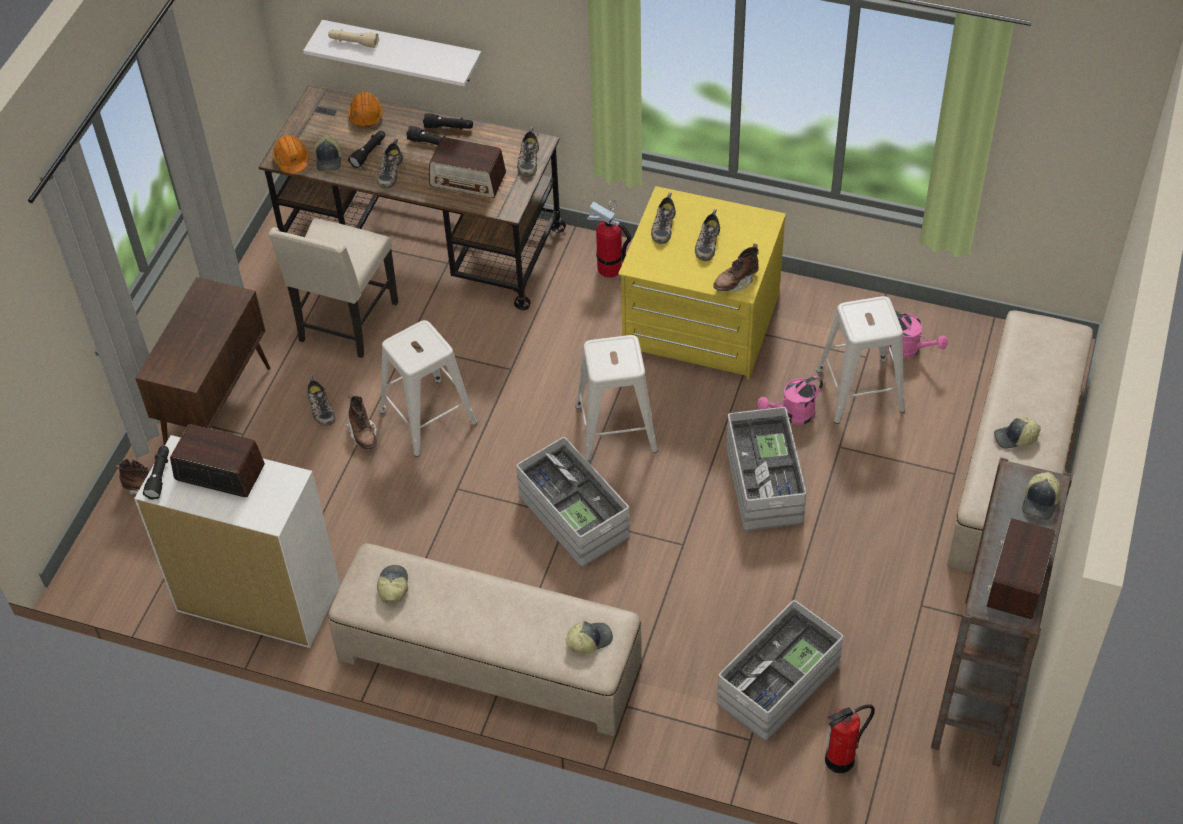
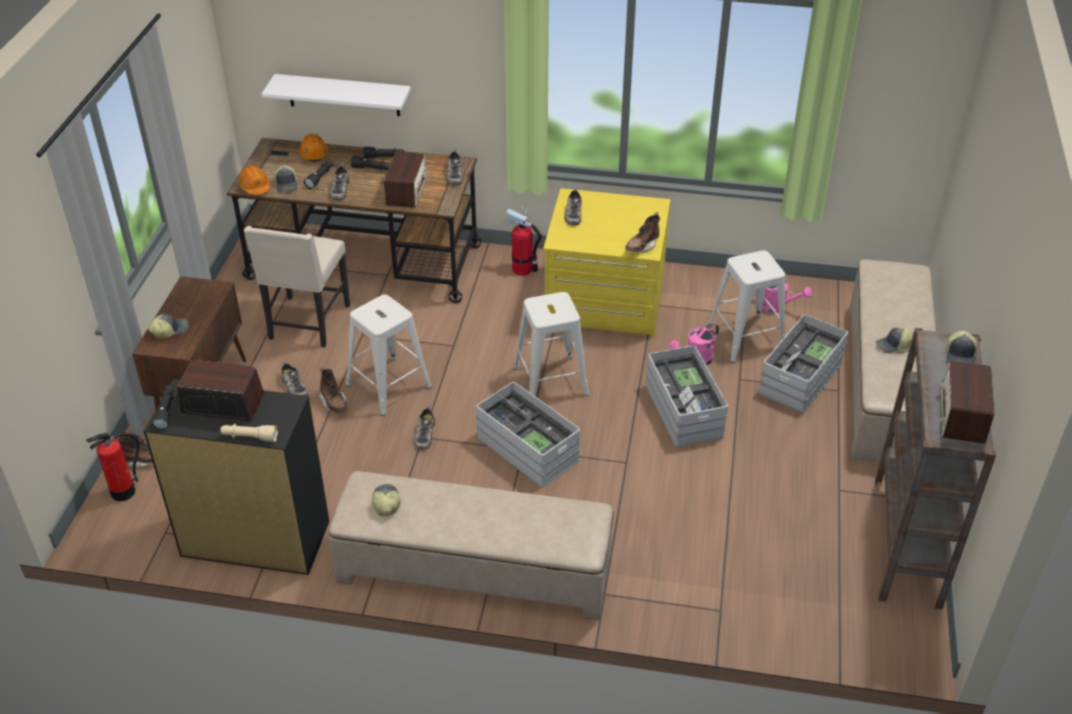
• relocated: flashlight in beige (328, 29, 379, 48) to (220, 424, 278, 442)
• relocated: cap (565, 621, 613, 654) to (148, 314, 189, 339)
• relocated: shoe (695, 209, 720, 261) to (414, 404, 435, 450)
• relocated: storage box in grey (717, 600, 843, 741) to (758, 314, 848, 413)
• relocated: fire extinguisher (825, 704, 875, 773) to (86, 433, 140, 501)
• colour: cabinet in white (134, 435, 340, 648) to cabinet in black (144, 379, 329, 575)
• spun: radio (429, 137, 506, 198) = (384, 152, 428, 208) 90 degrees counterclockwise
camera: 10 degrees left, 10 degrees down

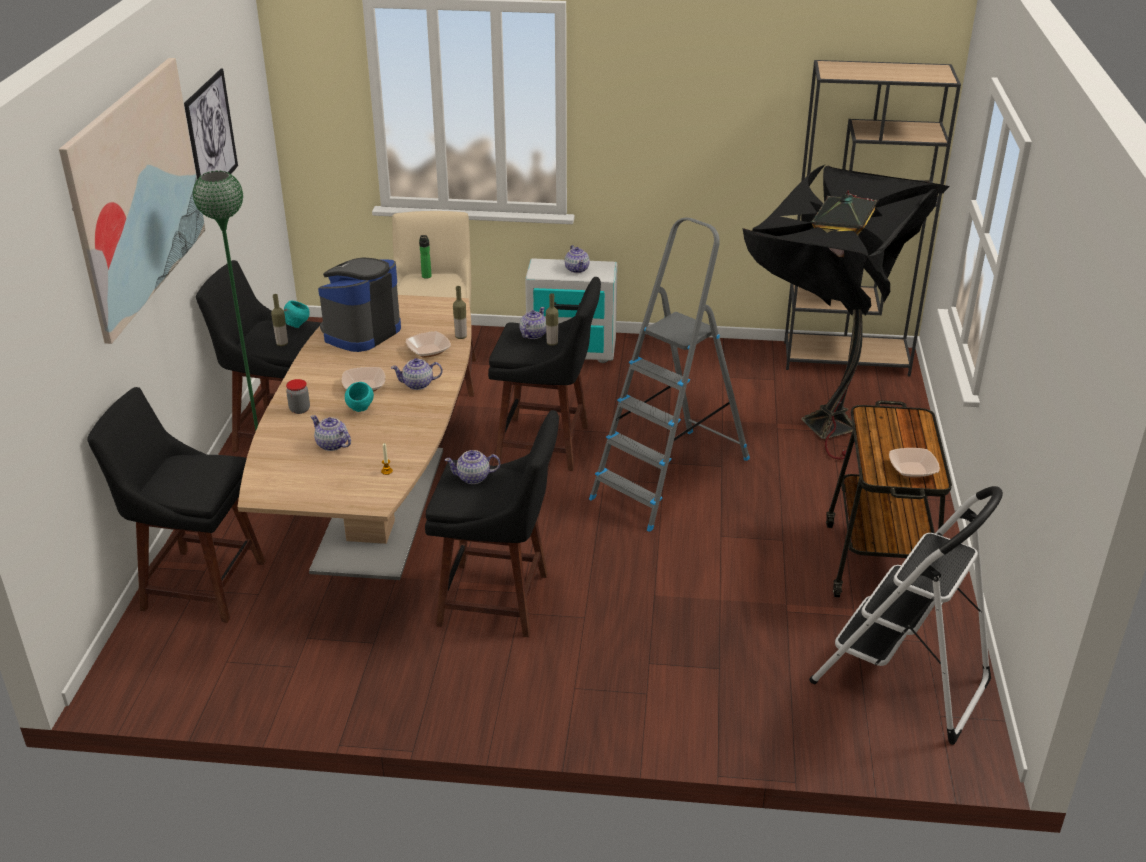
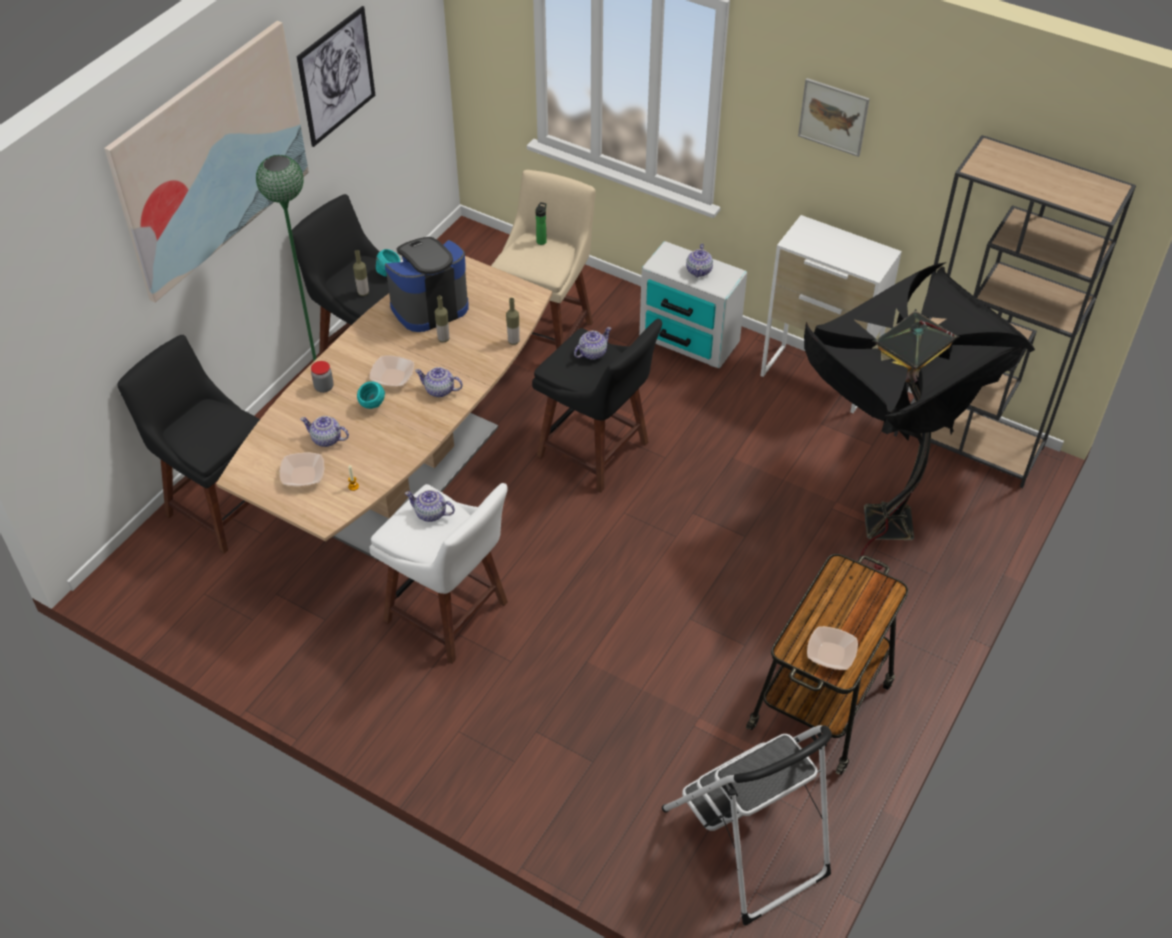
• missing: step ladder in grey (589, 218, 750, 532)
• appeared: cabinet in white (760, 215, 902, 413)
• appeared: picture (798, 78, 870, 157)
• relocated: bowl (406, 331, 451, 358) to (280, 453, 324, 486)
• relocated: bottle (546, 293, 558, 346) to (435, 295, 449, 342)
• colour: stool in black (425, 410, 559, 637) to stool in white (369, 483, 508, 664)
• spun: teapot (311, 415, 351, 451) = (300, 416, 349, 447) 45 degrees counterclockwise
camera: 25 degrees right, 15 degrees up

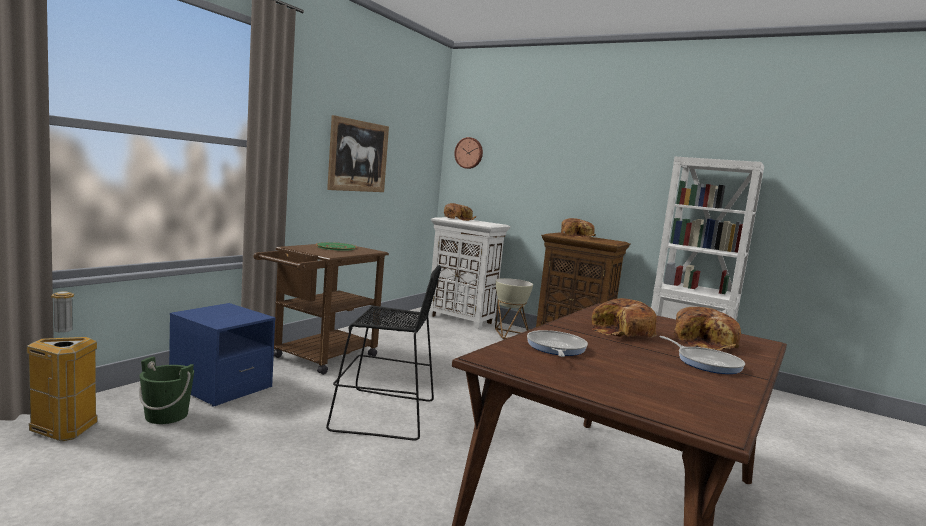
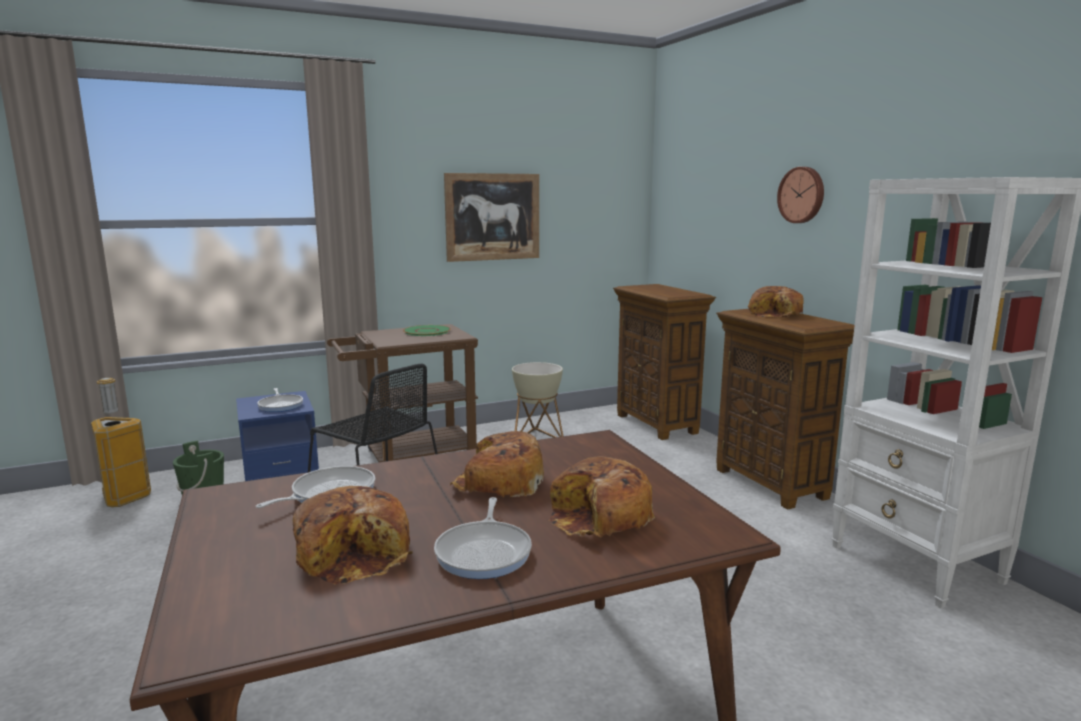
• appeared: frying pan (257, 388, 303, 412)
• relocated: bread (444, 203, 476, 221) to (293, 486, 413, 585)
• relocated: wall clock (454, 137, 483, 169) to (777, 167, 824, 223)
• relocated: planter (495, 278, 533, 339) to (512, 362, 563, 438)
• colour: cabinet in white (428, 217, 511, 329) to cabinet in brown (613, 284, 716, 440)
camera: 35 degrees right, 5 degrees up

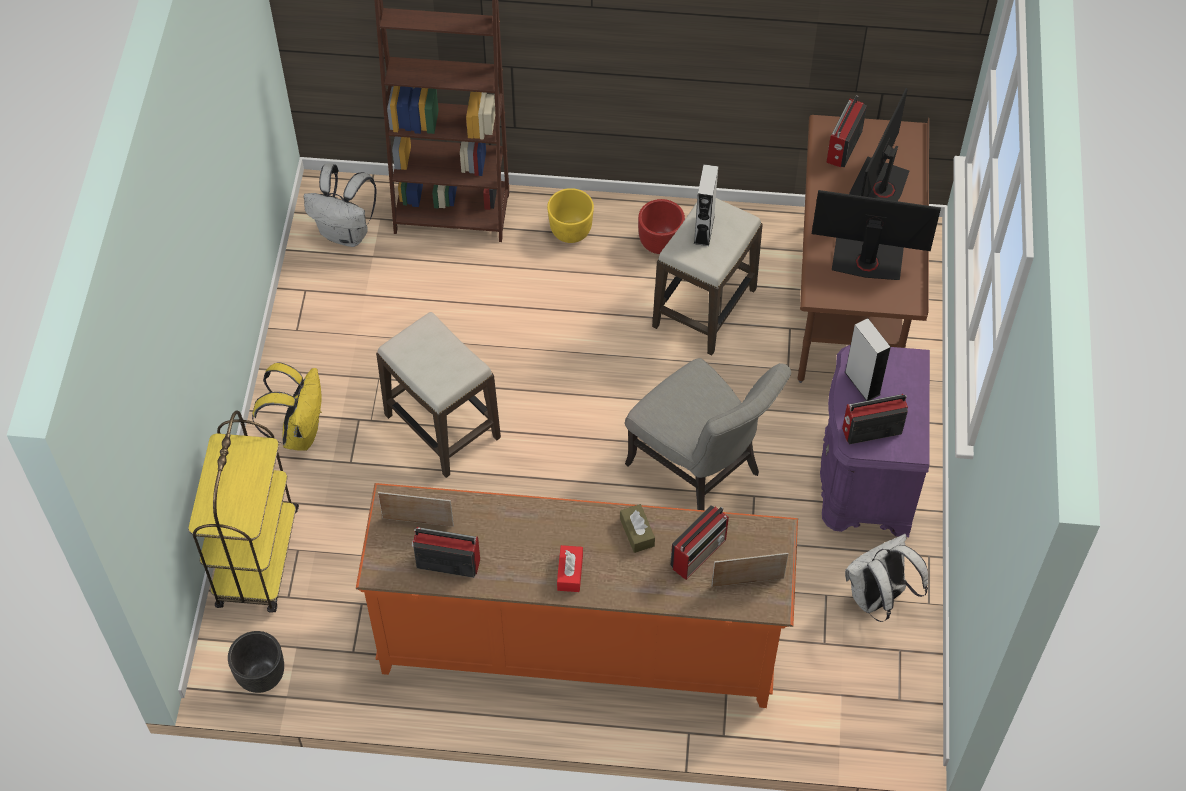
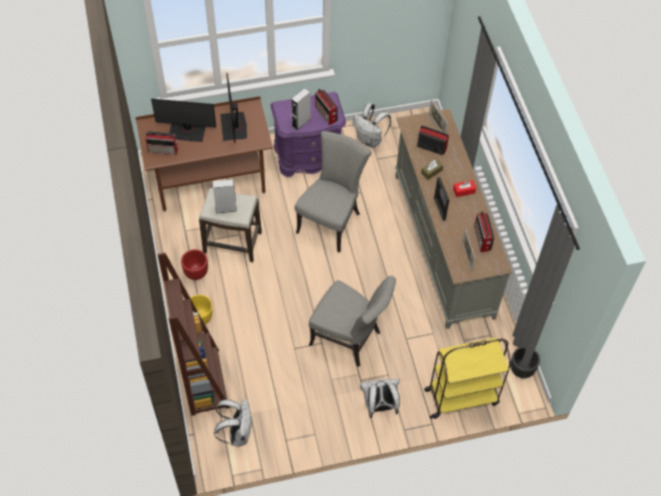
• appeared: picture frame (434, 177, 449, 221)
• exchanged: stool (376, 312, 501, 478) to chair in grey (309, 276, 396, 367)
• colour: backpack in yellow (252, 362, 322, 451) to backpack in white (360, 379, 400, 418)
• colour: cabinet in orange (356, 483, 798, 708) to cabinet in grey (395, 109, 512, 329)
camera: 110 degrees left, 0 degrees up

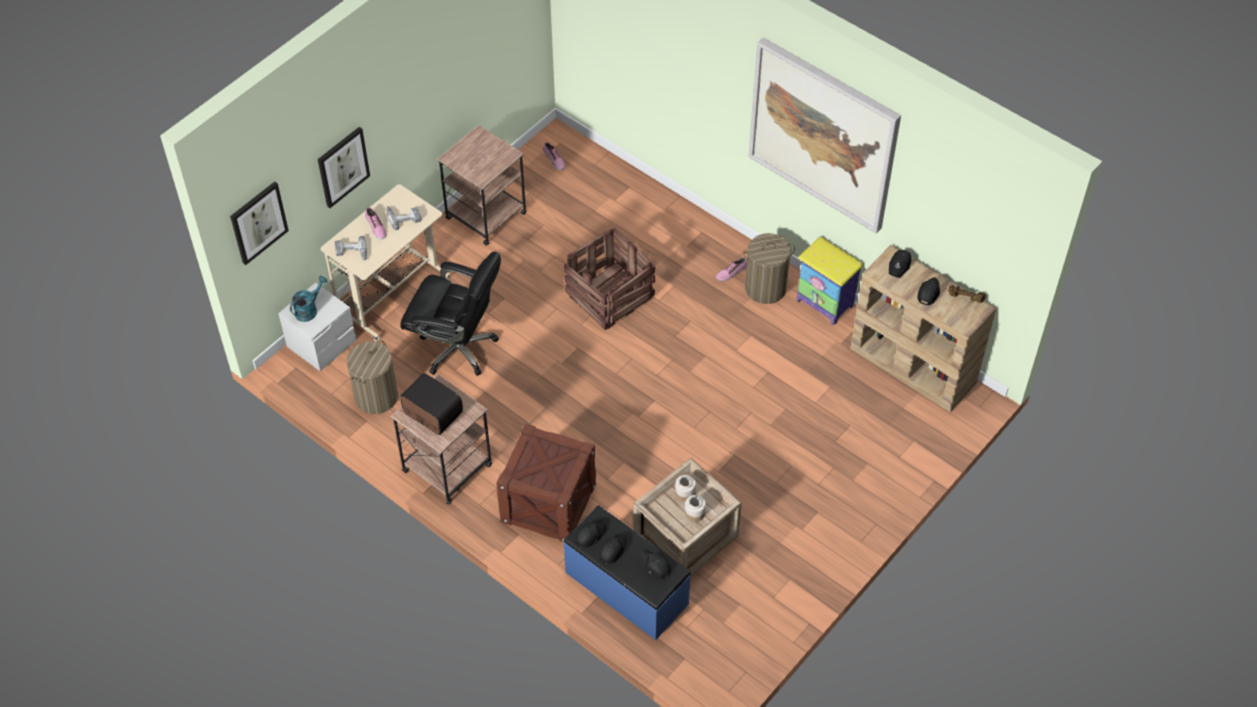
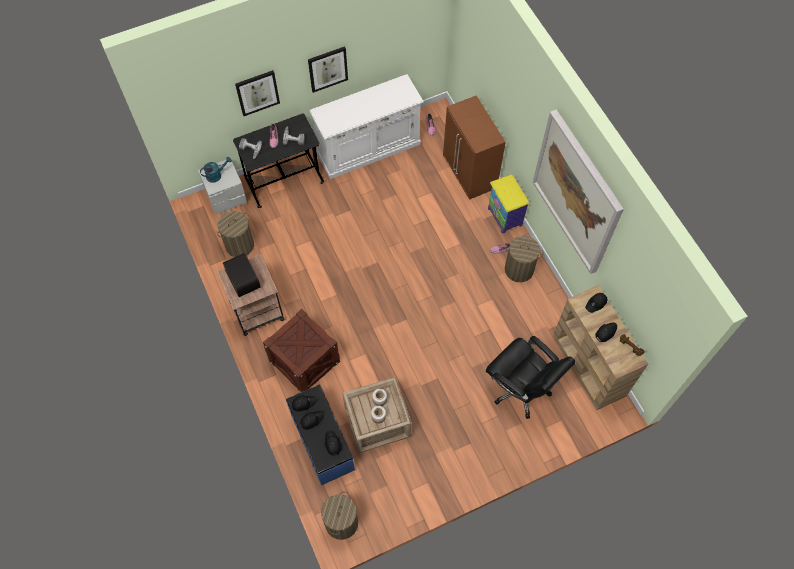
• missing: crate (564, 228, 656, 330)
• appeared: laundry basket (321, 492, 358, 540)
• appeared: cabinet in brown (443, 96, 506, 200)
• relocated: picture (230, 182, 289, 265) to (308, 46, 348, 93)
• relocated: office chair in black (400, 252, 501, 376) to (486, 336, 575, 419)
• relocated: nightstand (796, 237, 863, 325) to (488, 174, 529, 233)
• exchanged: cart in brown (437, 125, 527, 246) to cabinet in white (309, 74, 424, 179)
• colour: desk in beige (321, 184, 450, 341) to desk in black (233, 113, 324, 208)
camera: 25 degrees right, 10 degrees up

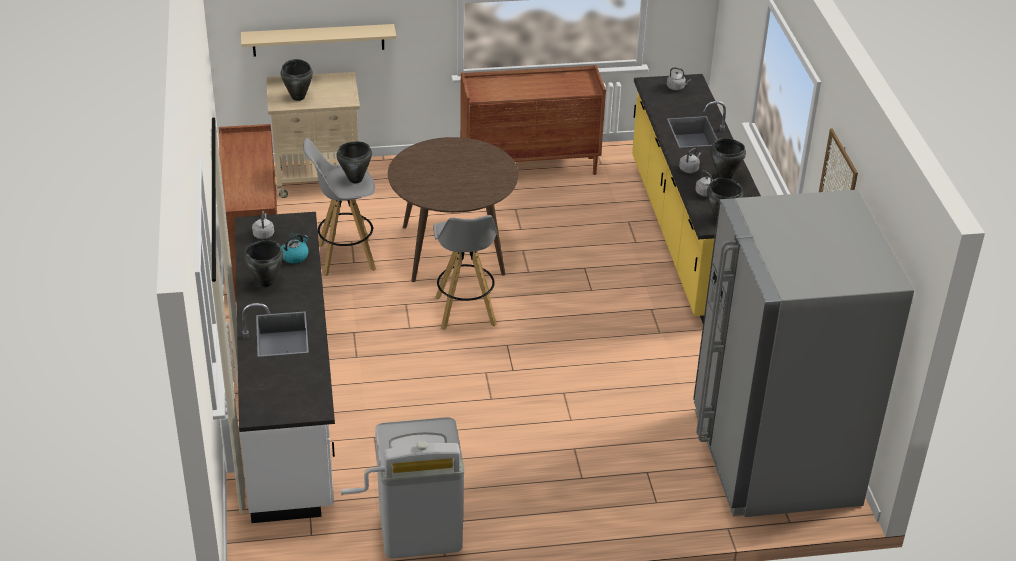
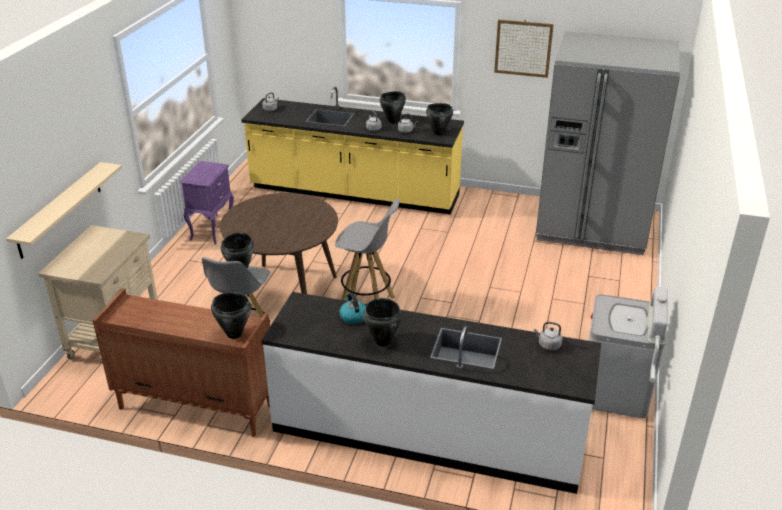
• relocated: kettle in grey (252, 211, 274, 239) to (534, 322, 562, 350)
• relocated: cooking pot in black (280, 59, 313, 101) to (211, 292, 251, 339)
• exchanged: cabinet in brown (460, 65, 606, 175) to nightstand in purple (180, 161, 234, 244)
camera: 65 degrees left, 5 degrees down

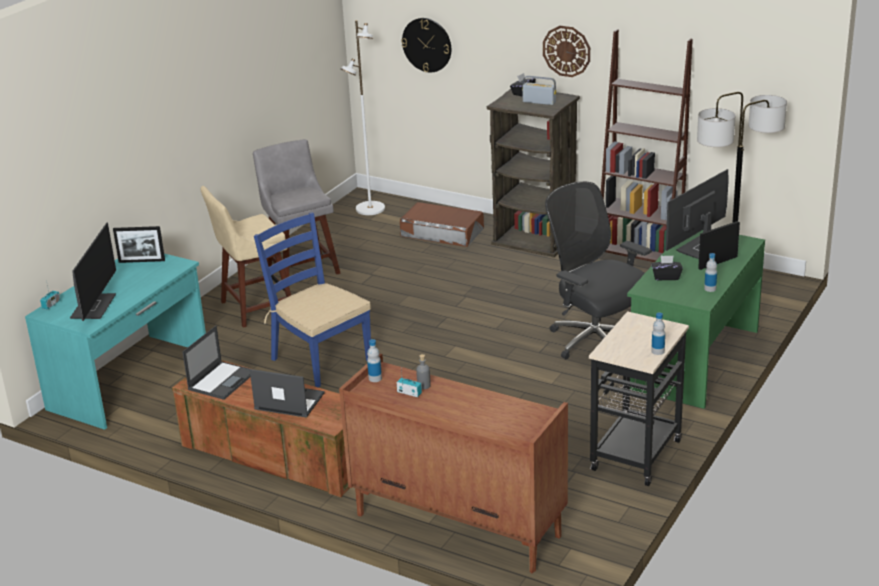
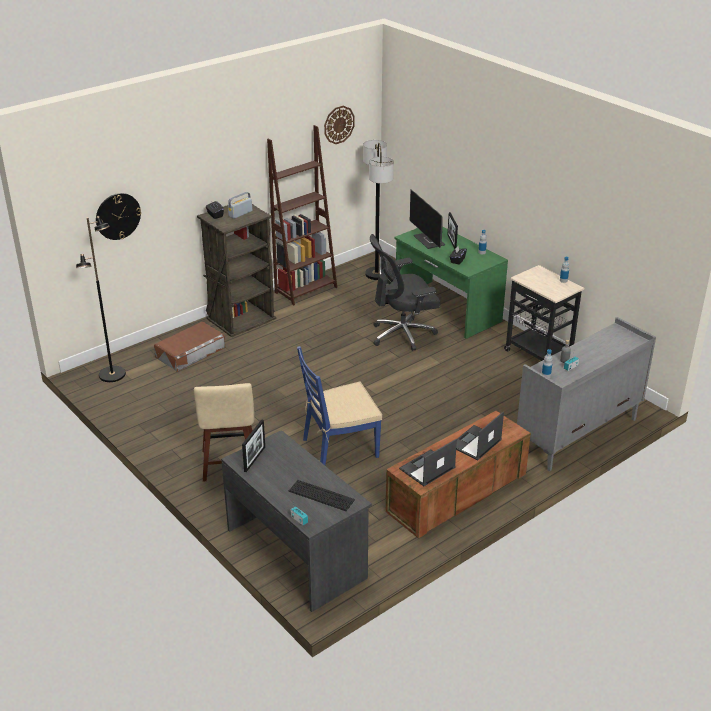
• missing: chair in grey (253, 139, 341, 277)
• relocated: wall clock (543, 26, 590, 77) to (324, 106, 355, 144)
• exchanged: monitor (70, 222, 116, 321) to keyboard (289, 480, 355, 511)
• colour: desk in turquoise (25, 253, 206, 430) to desk in grey (221, 430, 372, 612)
• colour: cabinet in brown (339, 353, 568, 573) to cabinet in grey (517, 317, 656, 472)
• colour: floor lamp in white (341, 20, 385, 215) to floor lamp in black (76, 216, 126, 382)
• spun: laptop (183, 325, 250, 400) = (399, 439, 457, 486) 90 degrees counterclockwise
camera: 70 degrees left, 5 degrees up

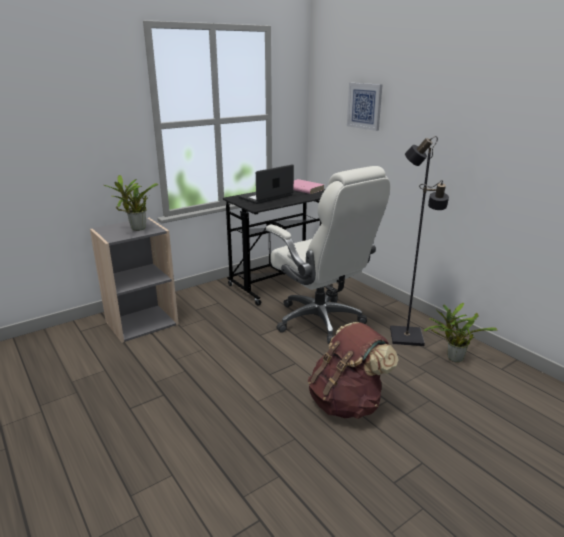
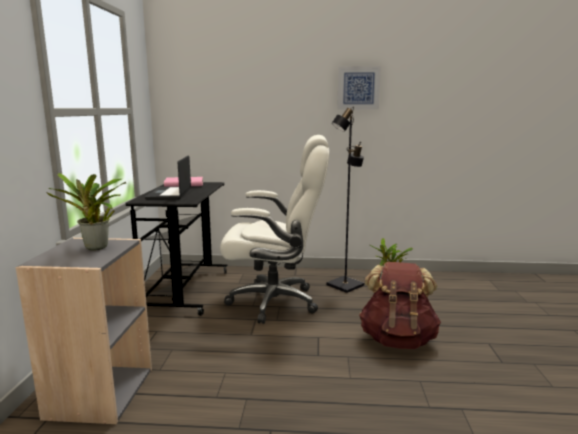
• relocated: picture (347, 83, 383, 131) to (337, 66, 381, 109)
camera: 50 degrees left, 10 degrees down

